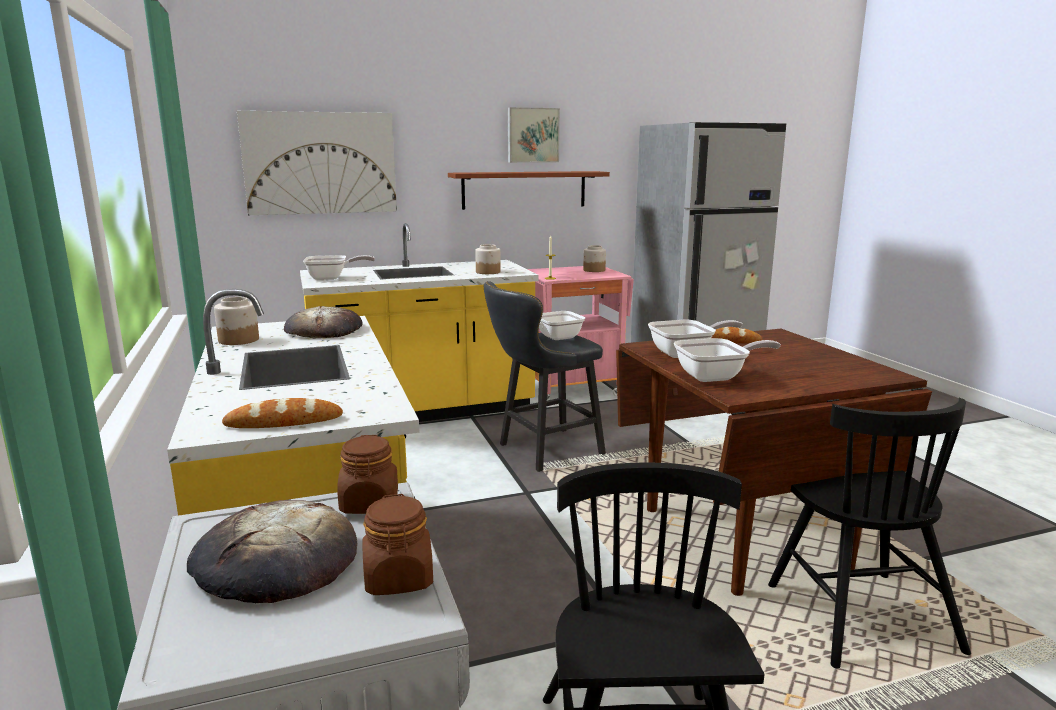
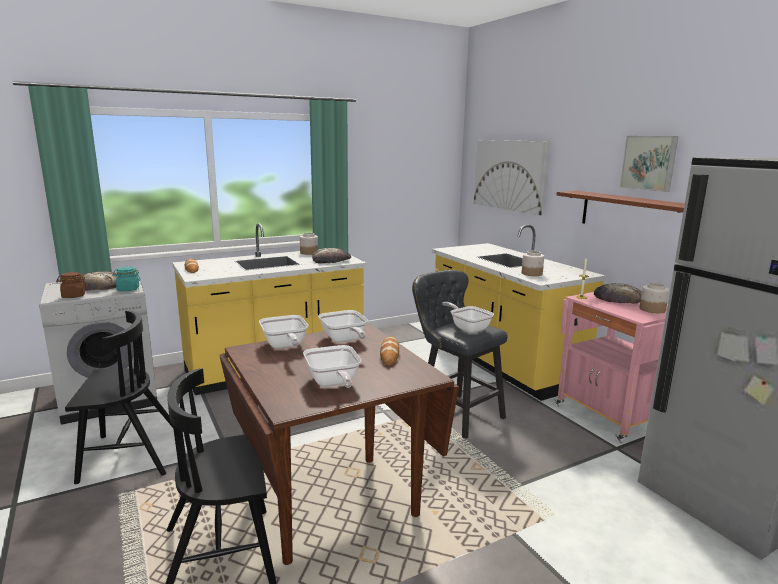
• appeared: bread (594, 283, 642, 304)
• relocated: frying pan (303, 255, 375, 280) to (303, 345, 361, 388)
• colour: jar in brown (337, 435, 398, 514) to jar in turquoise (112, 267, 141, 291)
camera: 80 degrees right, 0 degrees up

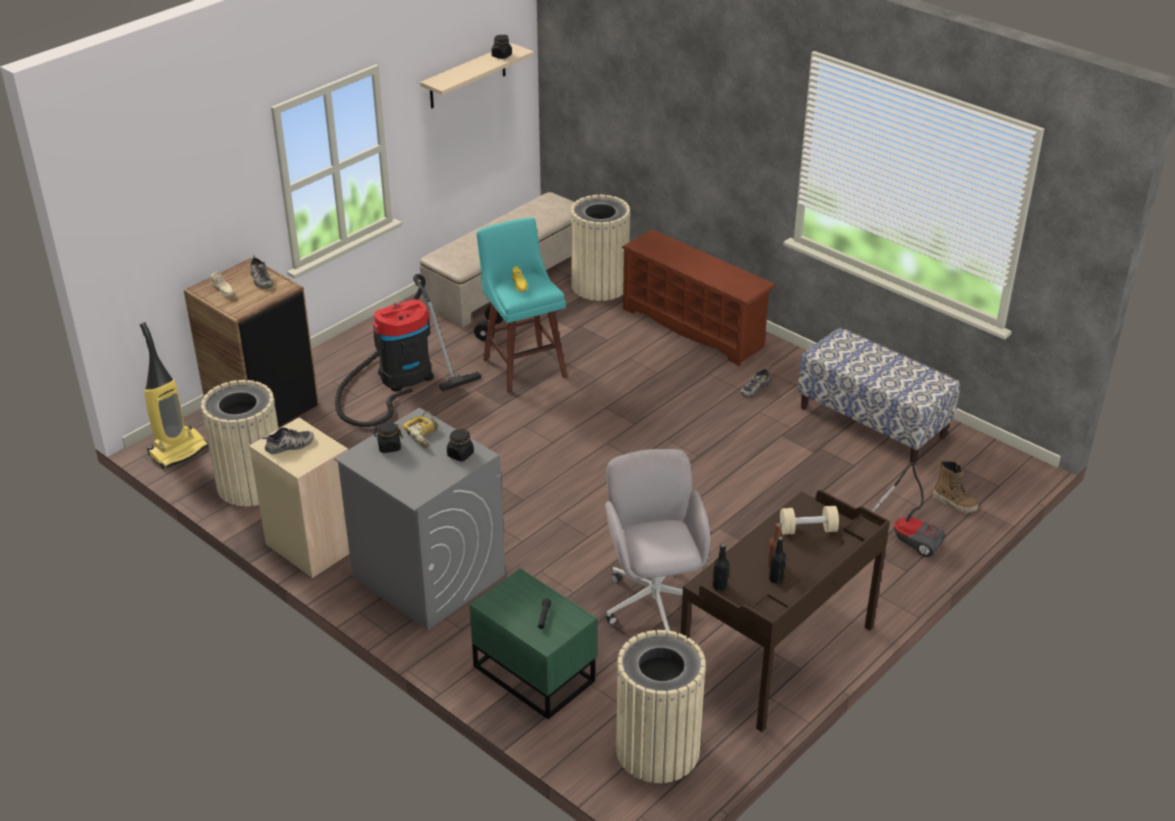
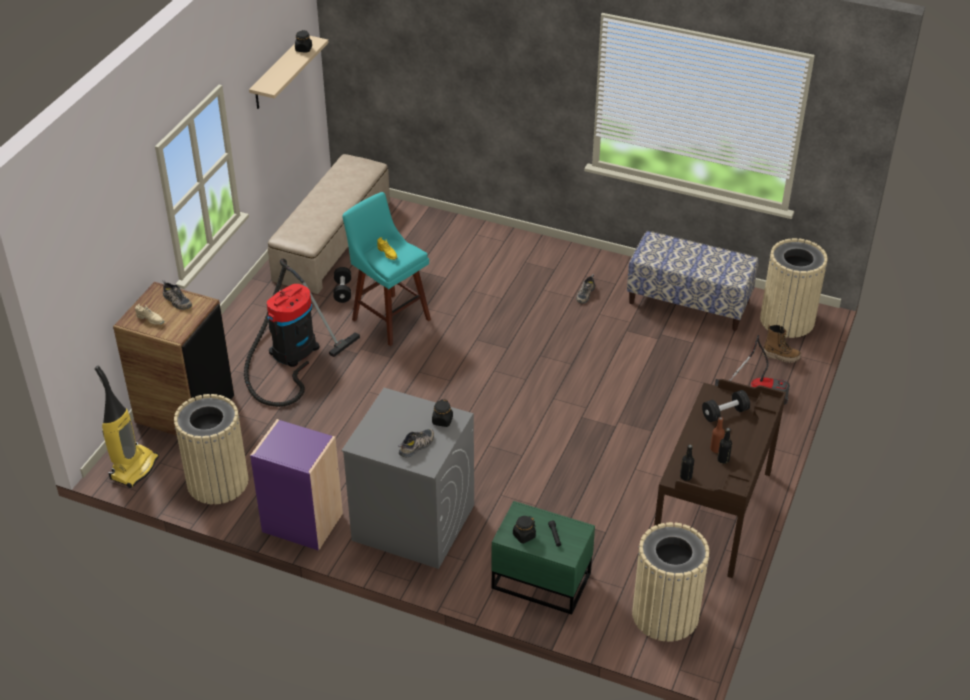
• missing: power drill (403, 411, 443, 448)
• missing: office chair in grey (605, 449, 710, 635)
• missing: shoe rack in brown (621, 229, 776, 366)
• relocated: shoe (262, 427, 314, 454) to (398, 429, 434, 457)
• relocated: jar in black (373, 422, 403, 453) to (513, 516, 536, 544)
• relocated: trash can in beige (570, 195, 631, 301) to (760, 238, 828, 338)
• colour: bookcase in beige (249, 417, 350, 578) to bookcase in purple (250, 419, 343, 551)
• colour: dumbbell in beige (780, 506, 839, 535) to dumbbell in black (702, 390, 750, 422)
camera: 20 degrees left, 5 degrees up

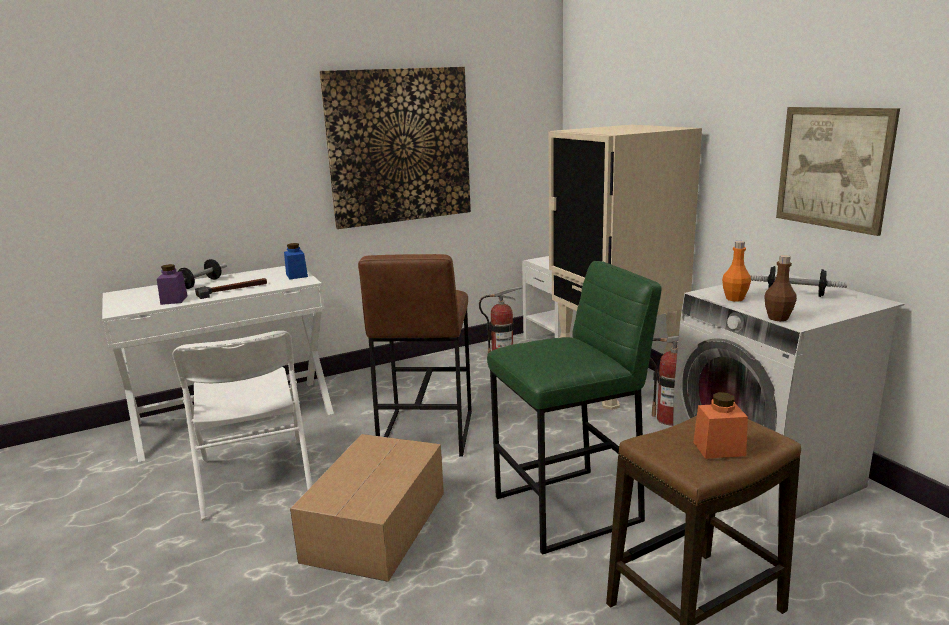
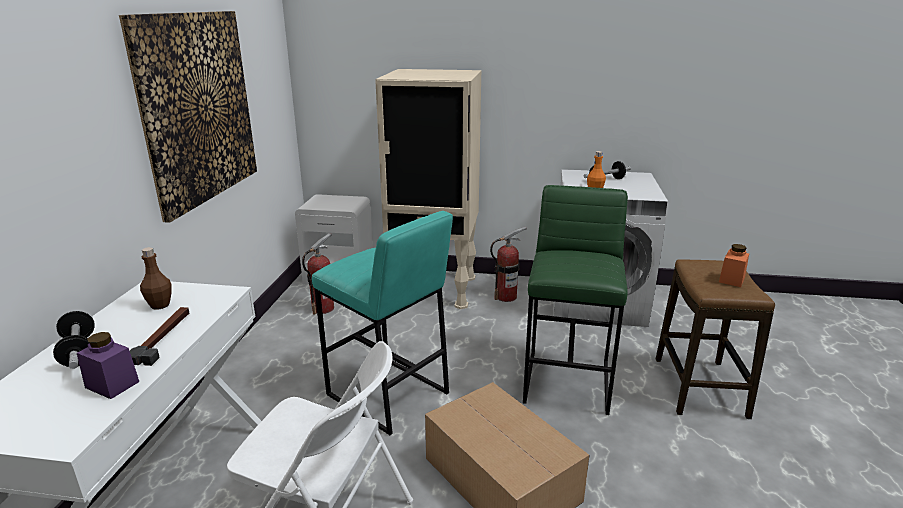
• missing: jar in blue (284, 243, 308, 280)
• missing: picture (776, 107, 900, 236)
• relocated: bottle in brown (764, 255, 797, 321) to (140, 247, 172, 310)
• colour: stool in brown (358, 254, 472, 457) to stool in turquoise (312, 211, 453, 435)
camera: 55 degrees left, 5 degrees up

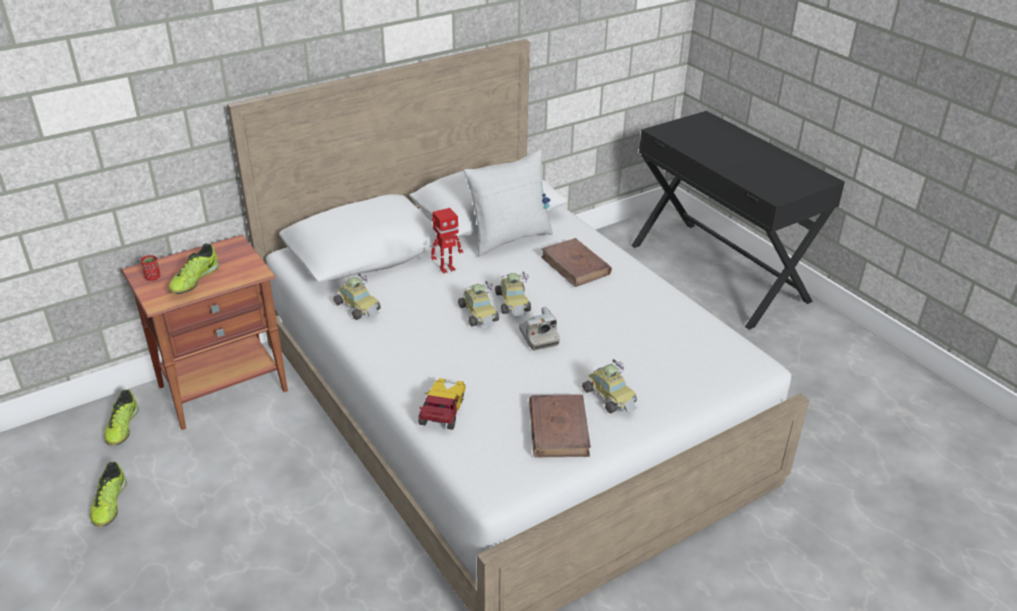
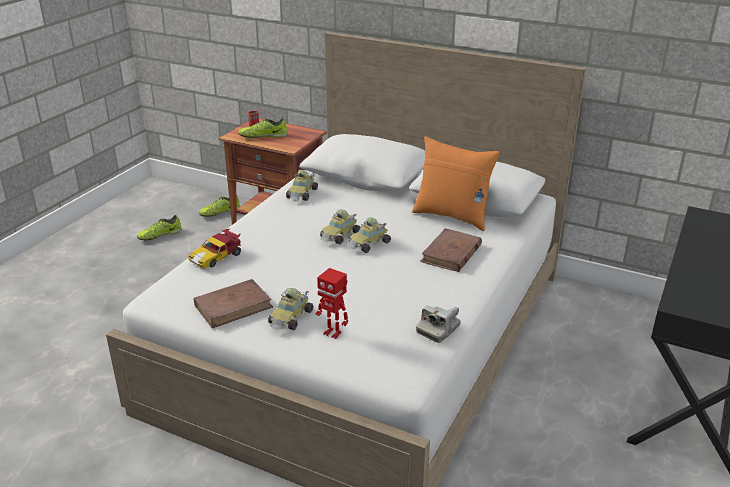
• relocated: toy robot (431, 208, 463, 274) to (316, 268, 348, 339)
• relocated: photo camera (519, 307, 560, 350) to (416, 305, 461, 343)
• colour: pillow in grey (464, 150, 553, 256) to pillow in orange (412, 136, 499, 231)
• spun: toy car (418, 378, 466, 430) = (188, 228, 241, 269) 150 degrees clockwise
camera: 60 degrees right, 5 degrees down

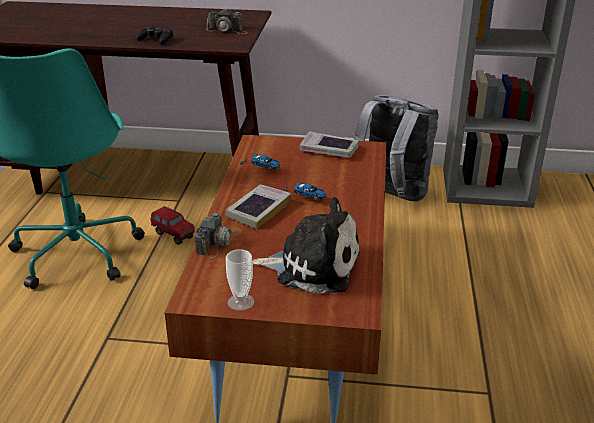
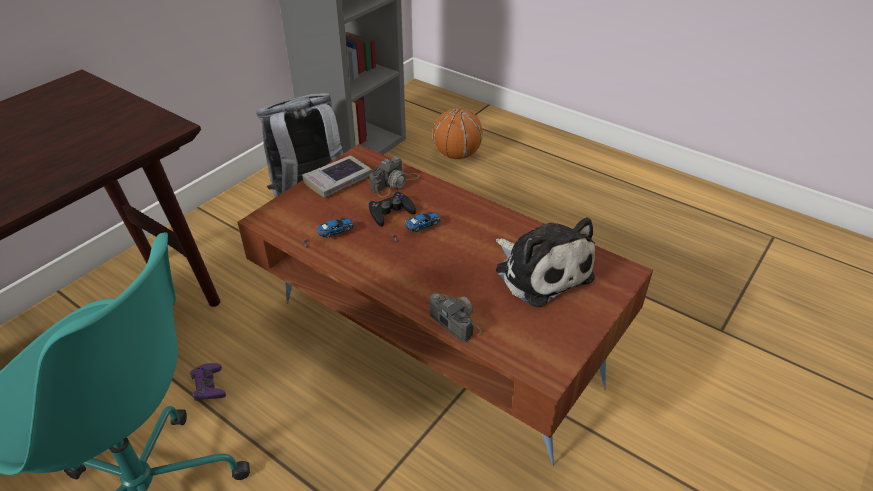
• missing: book (225, 185, 291, 229)
• missing: cup (226, 249, 254, 311)
• appeared: basketball (433, 108, 483, 159)
• relocated: game controller in black (136, 26, 173, 45) to (369, 191, 416, 227)
• relocated: photo camera (206, 8, 247, 34) to (370, 157, 420, 197)
• exchanged: toy truck (151, 206, 195, 245) to game controller in purple (190, 363, 226, 401)
• spun: plush toy (252, 197, 360, 294) = (496, 217, 595, 308) 105 degrees clockwise
camera: 60 degrees left, 10 degrees up

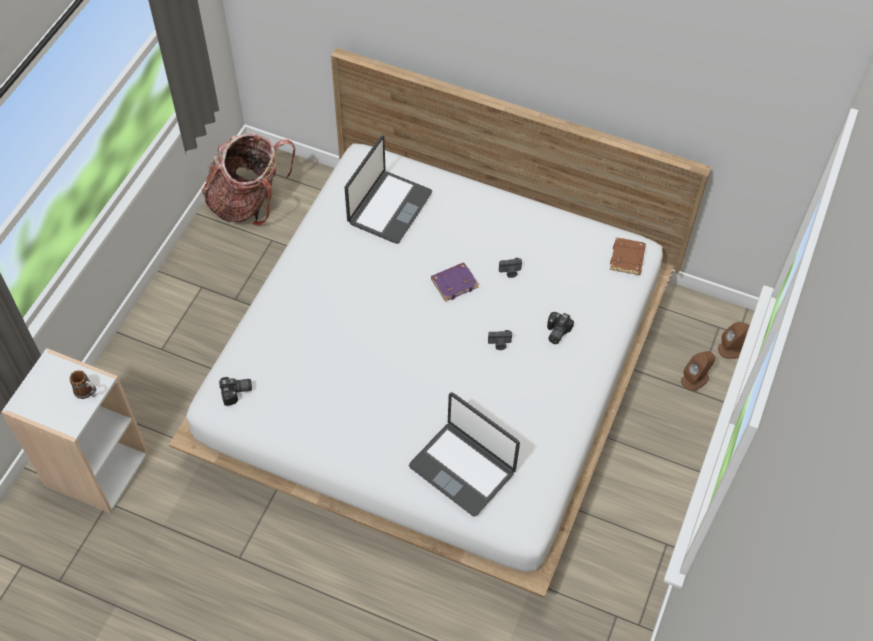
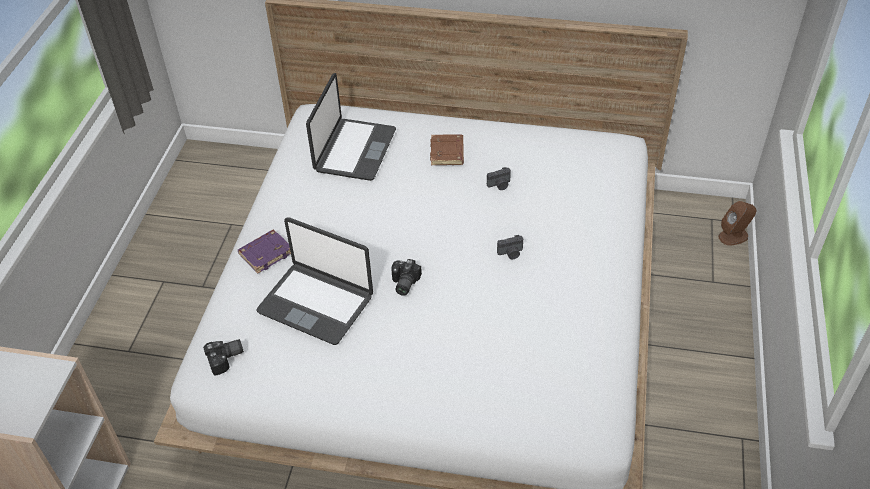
• missing: mug (70, 370, 96, 399)
• missing: backpack (202, 133, 295, 226)
• missing: speaker in brown (681, 351, 715, 391)
• relocated: laptop (409, 392, 520, 517) to (256, 217, 373, 345)
• relocated: book in purple (431, 262, 478, 302) to (238, 230, 291, 274)
• relocated: photo camera (547, 312, 574, 344) to (391, 259, 422, 296)
• relocated: book in brown (610, 237, 646, 275) to (430, 134, 464, 165)
camera: 10 degrees left, 10 degrees down

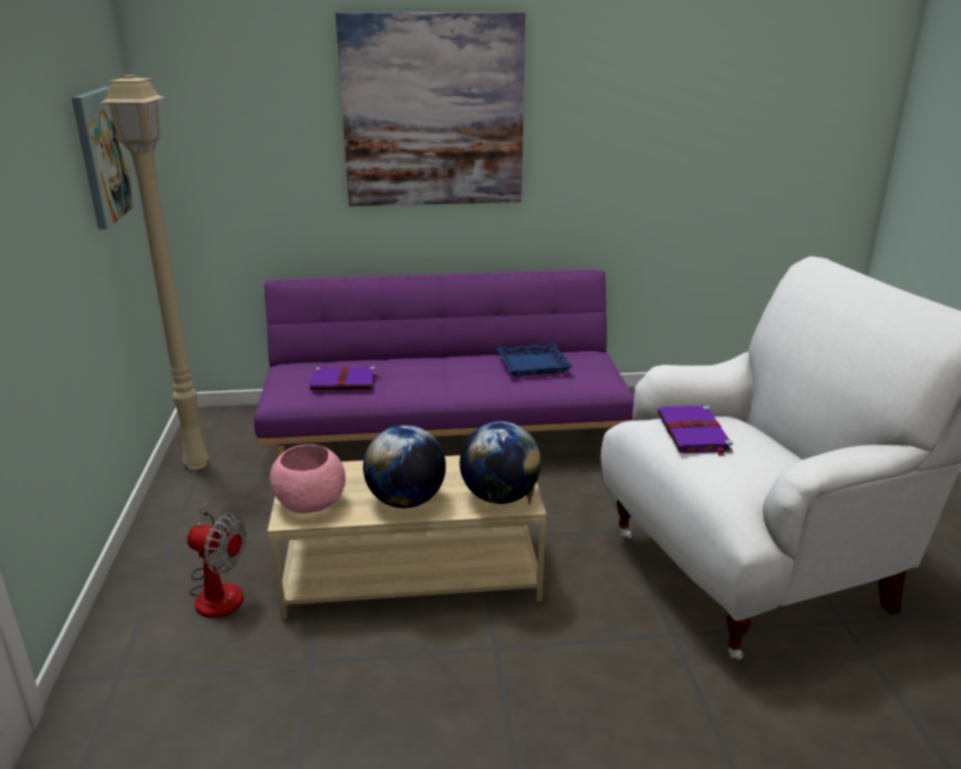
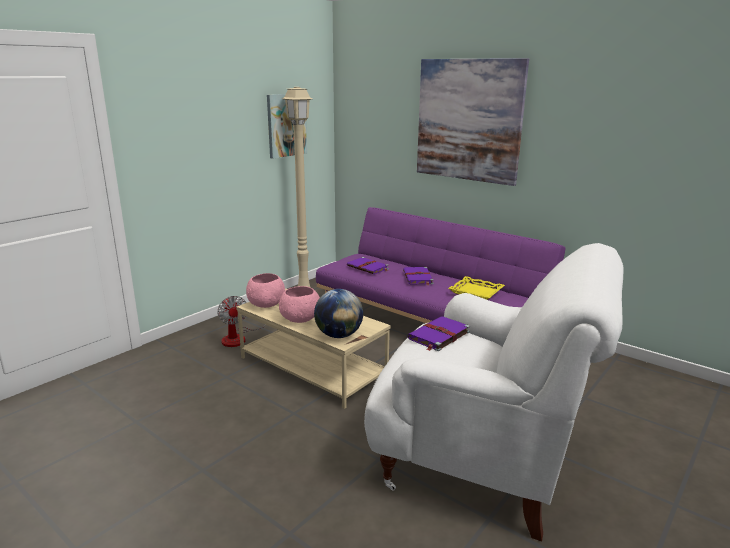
• appeared: book in purple (403, 267, 434, 286)
• exchanged: globe (363, 425, 446, 508) to bowl in pink (279, 286, 320, 323)
• colour: tray in blue (497, 343, 573, 376) to tray in yellow (449, 276, 505, 300)
camera: 45 degrees right, 5 degrees down

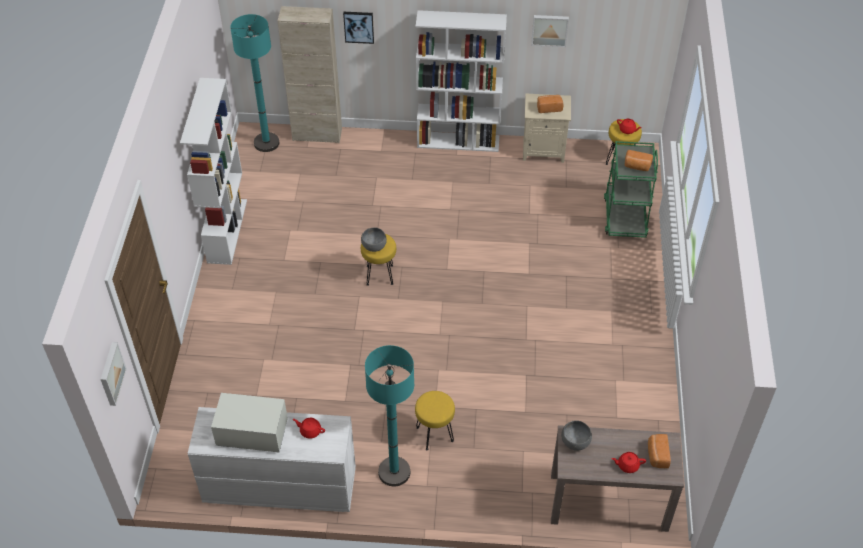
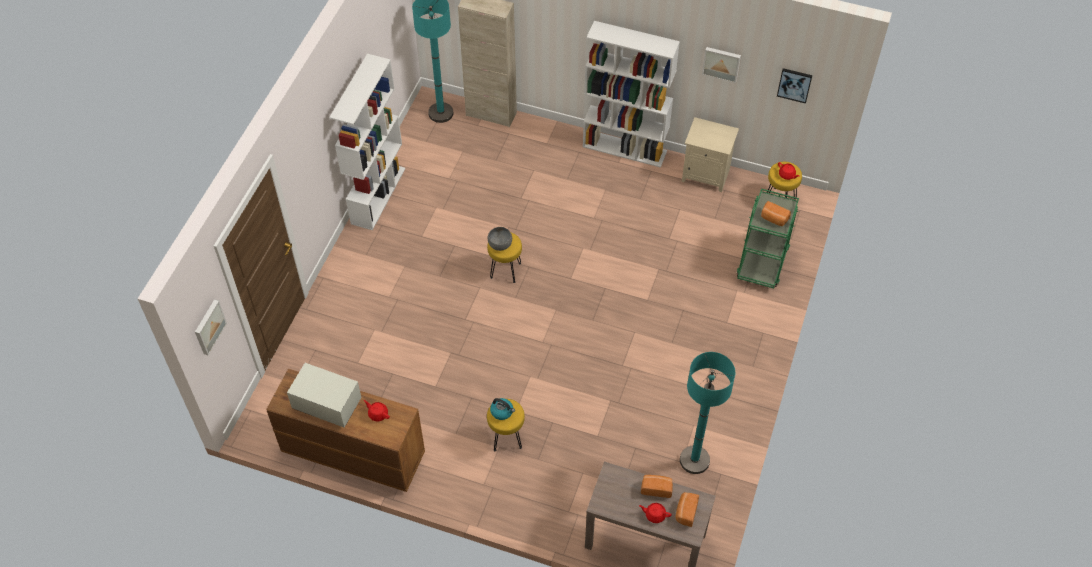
• missing: bowl in grey (561, 420, 592, 451)
• appeared: kettle (490, 398, 515, 420)
• relocated: picture (343, 12, 374, 44) to (777, 68, 813, 104)
• relocated: floor lamp in turquoise (365, 345, 414, 486) to (680, 352, 735, 474)
• relocated: bread (537, 95, 563, 113) to (641, 475, 673, 498)
• colour: dresser in white (188, 407, 356, 512) to dresser in brown (266, 369, 425, 492)
camera: 15 degrees right, 5 degrees up

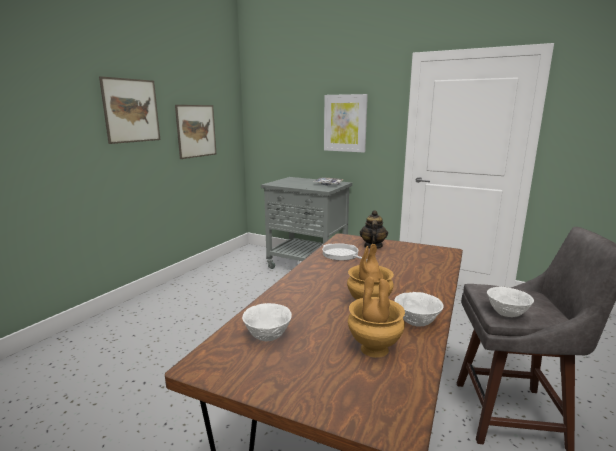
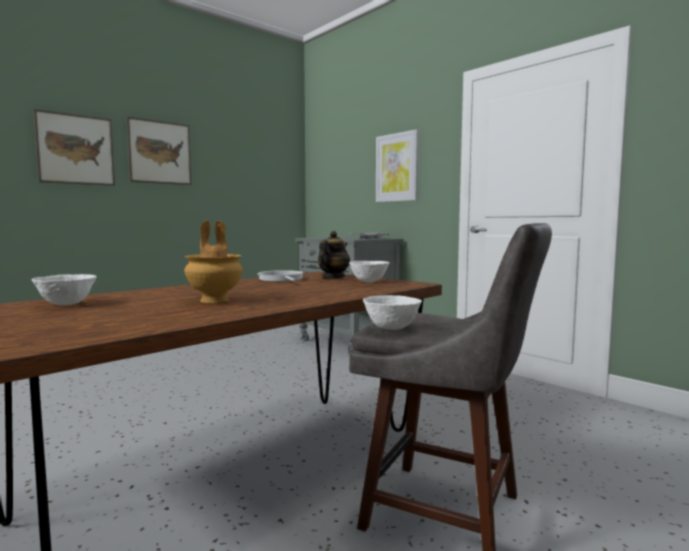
• missing: vase in brown (348, 277, 405, 358)
• relocated: picture (175, 105, 216, 159) to (33, 109, 115, 186)
• relocated: bowl in white (395, 292, 444, 327) to (349, 261, 390, 283)
camera: 20 degrees right, 10 degrees down

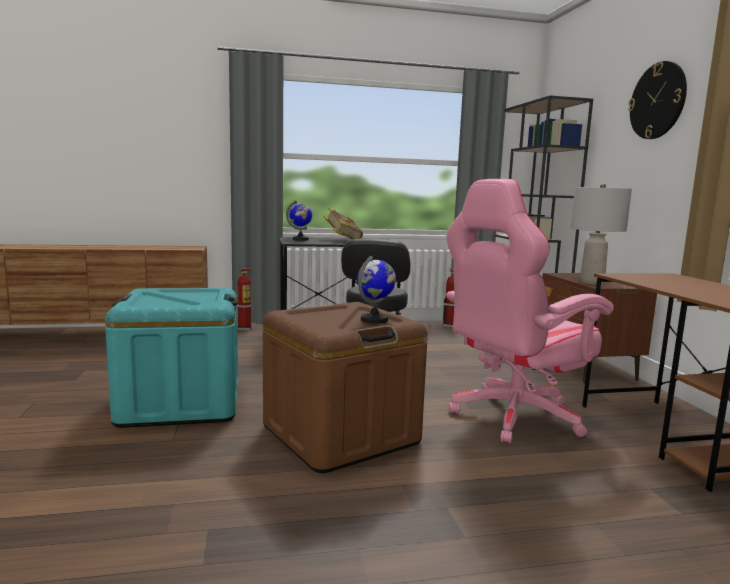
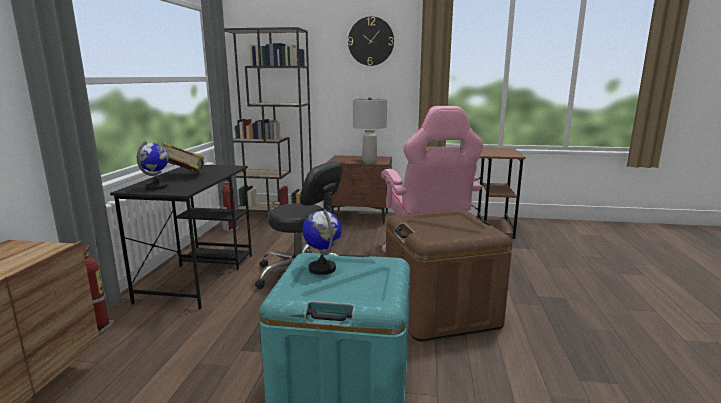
• relocated: globe (357, 255, 396, 324) to (303, 209, 342, 275)
camera: 70 degrees left, 5 degrees up

